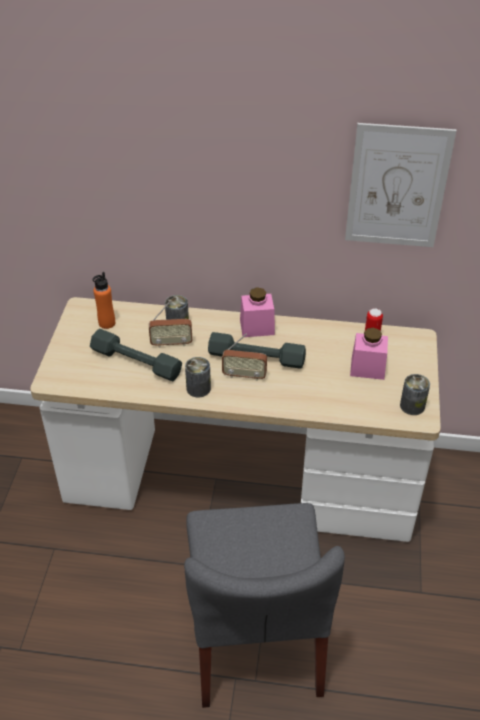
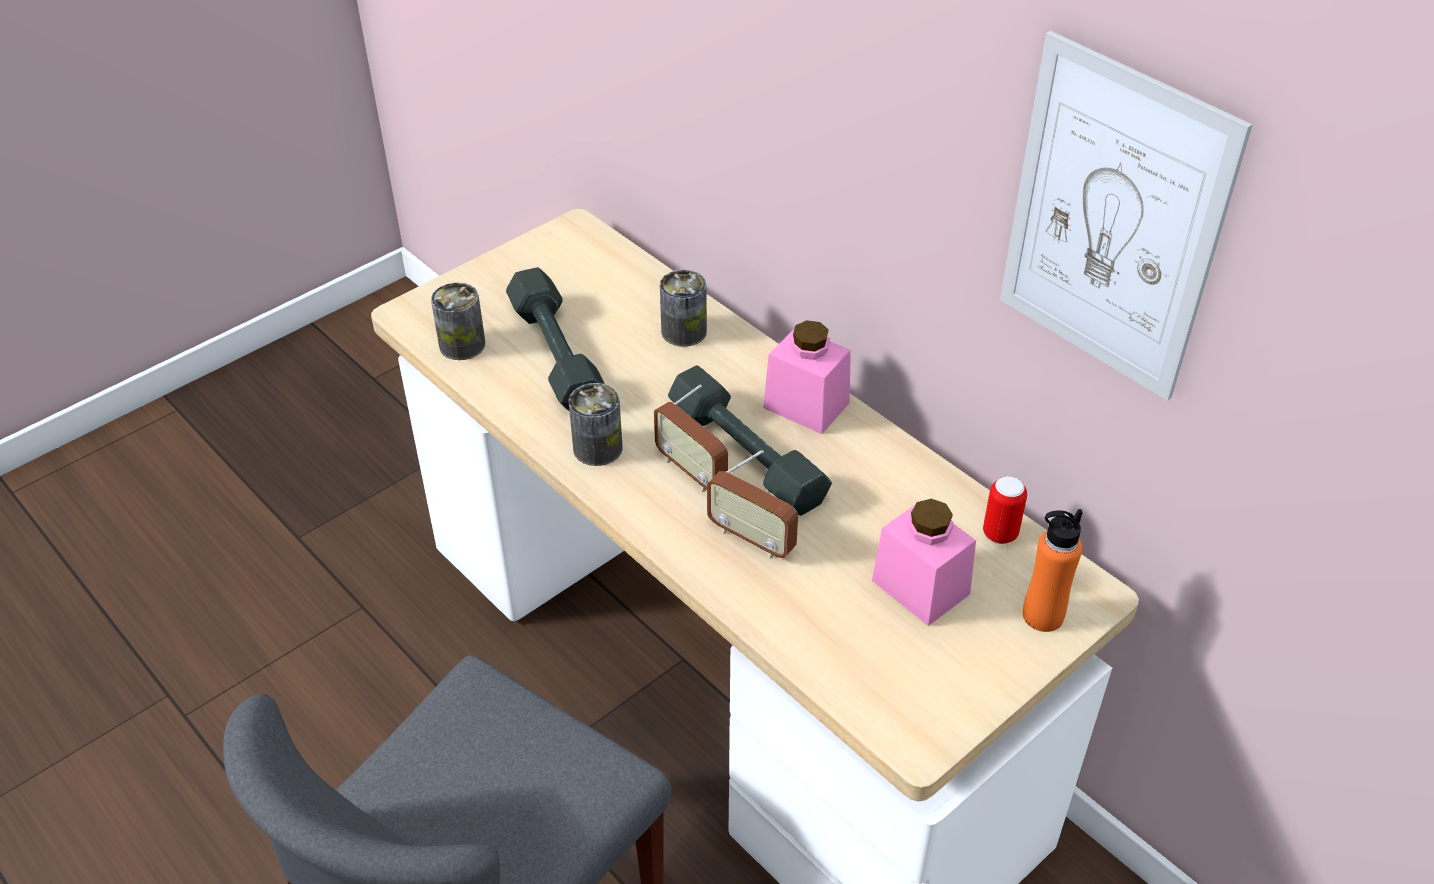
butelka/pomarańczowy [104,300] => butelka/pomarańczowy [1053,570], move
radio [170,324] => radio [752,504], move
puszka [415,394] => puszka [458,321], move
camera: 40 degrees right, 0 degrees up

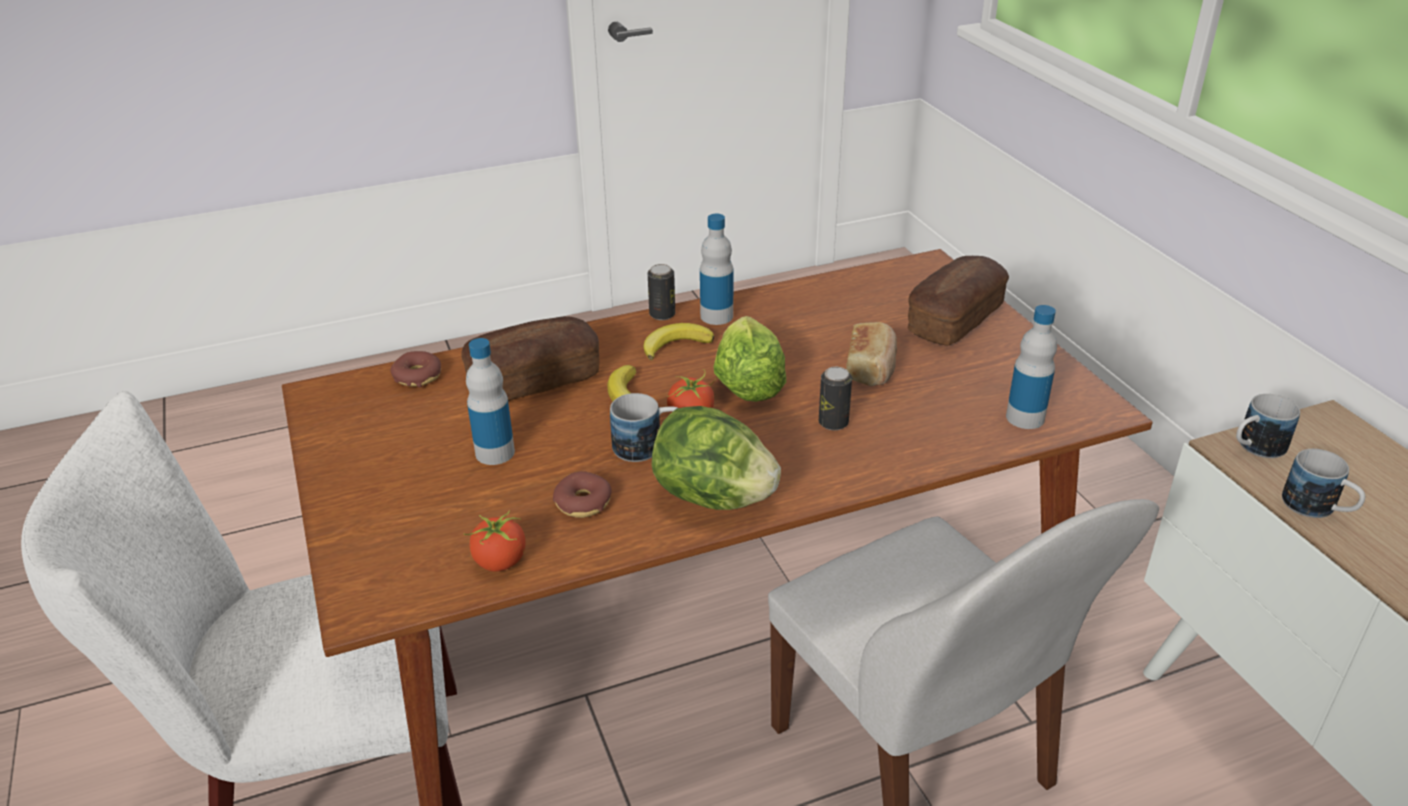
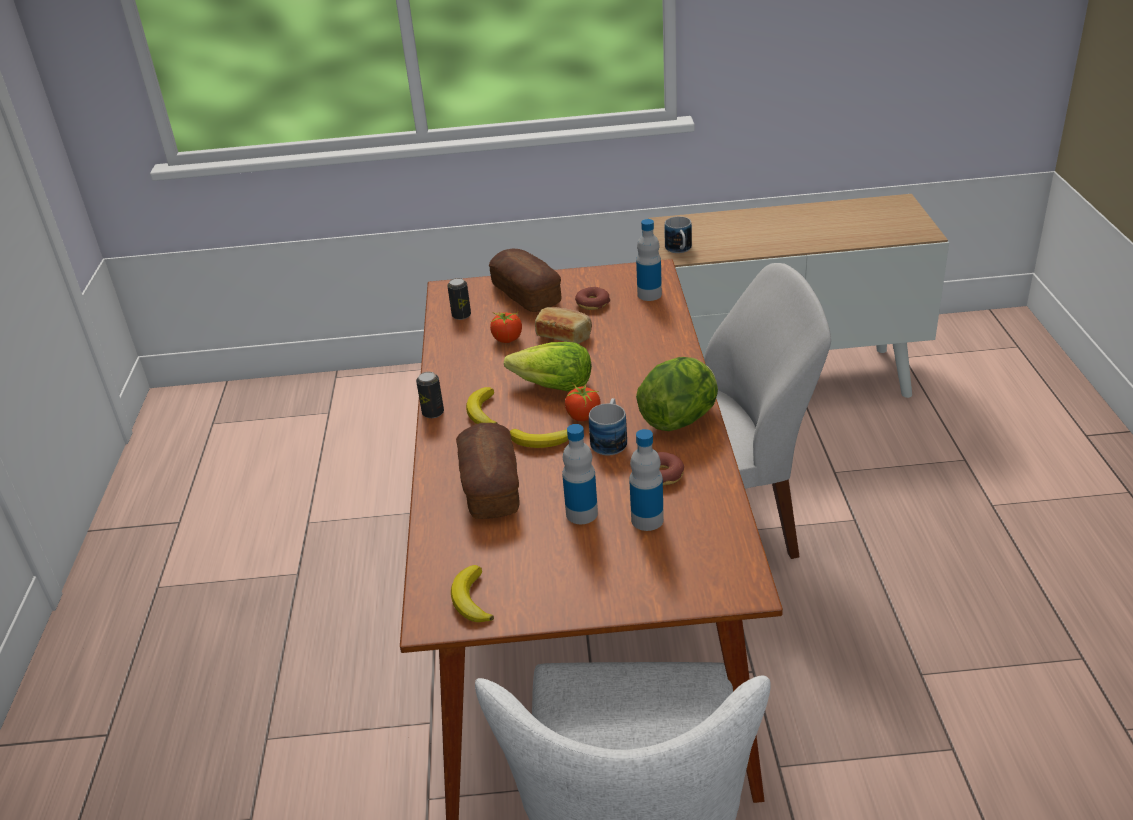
donut [416,369] => donut [592,298], move
pomidor [495,541] => pomidor [506,327], move
butelka [716,269] => butelka [646,480], move
puszka [835,398] => puszka [459,299], move
kubek [1323,483] => nothing
nothing => banan [472,593]
camera: 70 degrees left, 0 degrees up

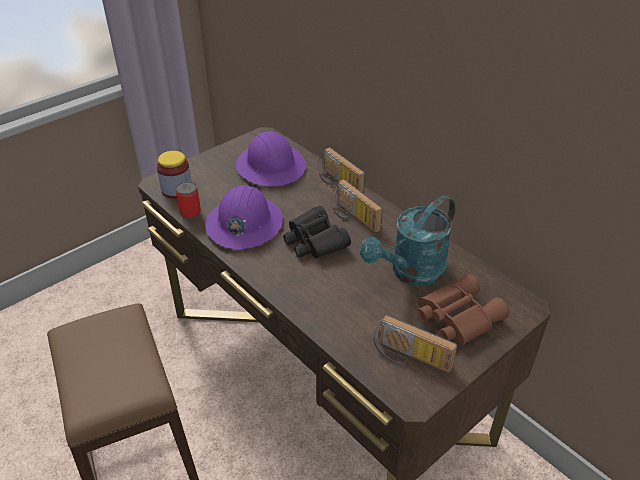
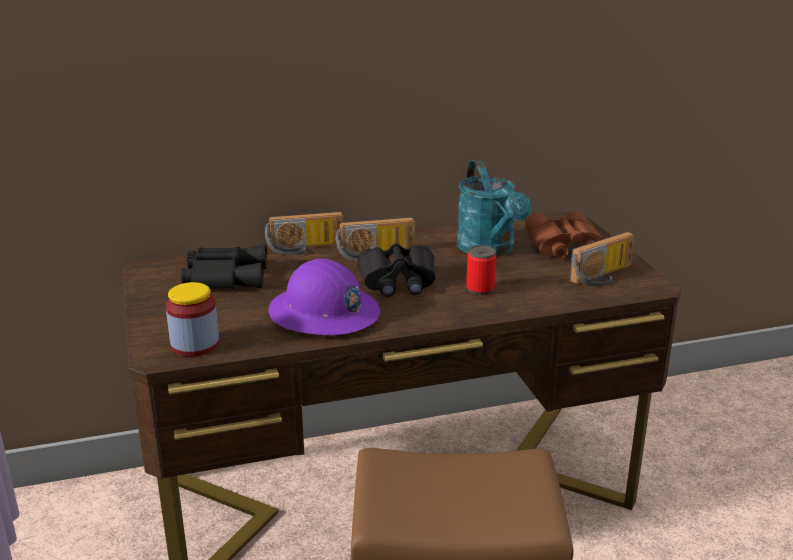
puszka [188,200] => puszka [481,270], move
kask/fioletowy [271,159] => lornetka/czarny [224,267]
camera: 65 degrees left, 15 degrees down

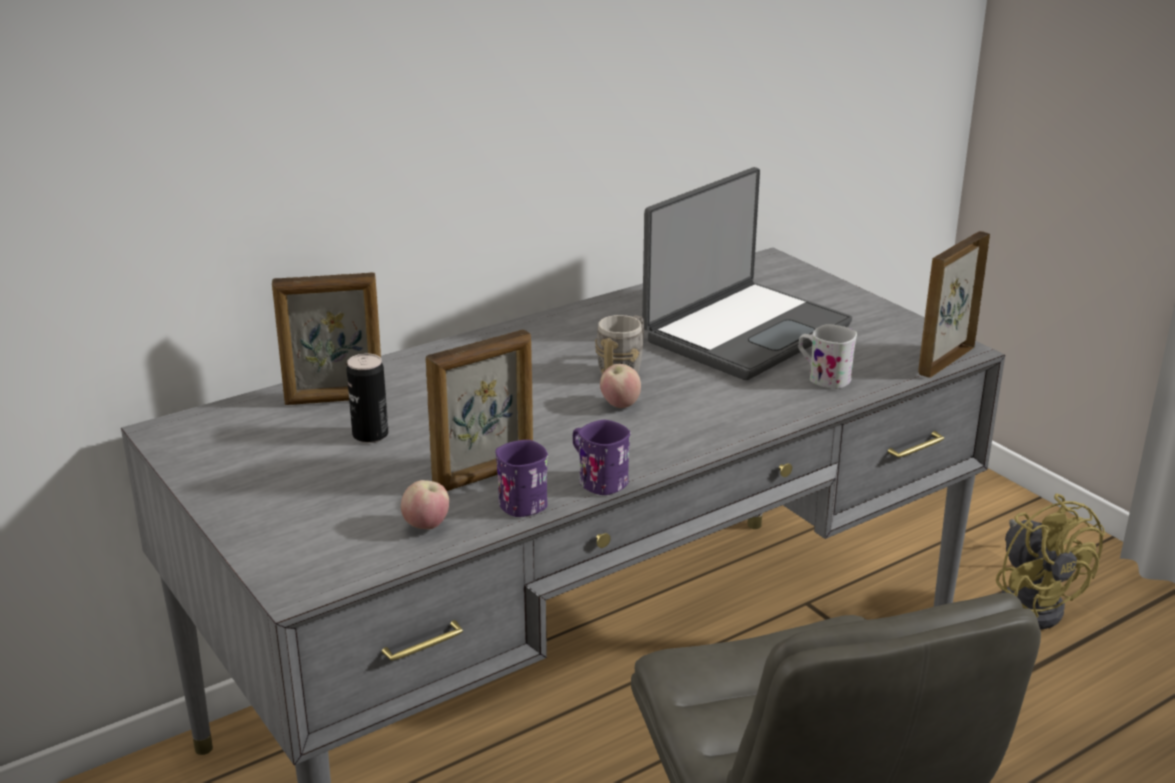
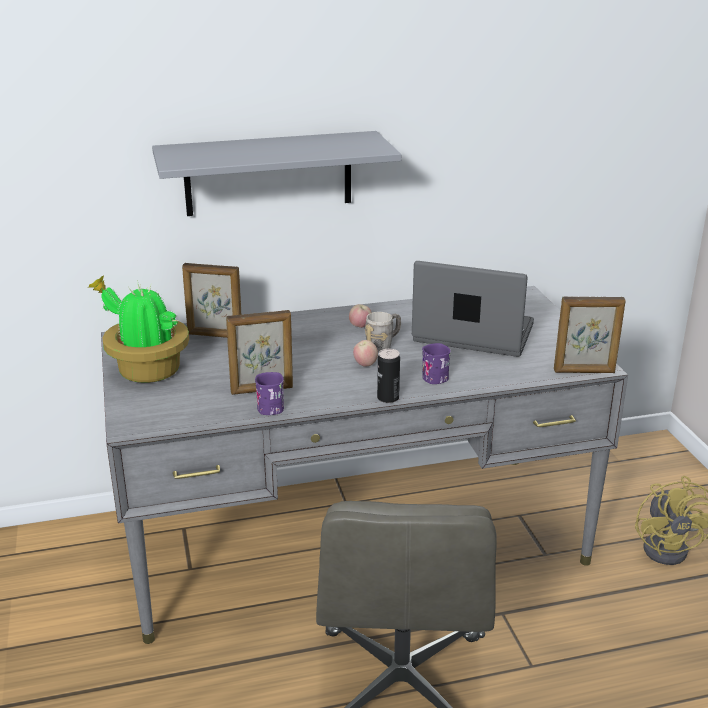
puszka [367,398] => puszka [388,376], move
jabłko [425,504] => jabłko [360,316], move
kubek/fioletowy [602,457] => kubek/fioletowy [436,363], move
laptop [747,273] => laptop [473,309], 135 degrees counterclockwise
kubek/biały [828,356] => nothing
ramka na zdjęcie [954,304] => ramka na zdjęcie [590,334], 150 degrees counterclockwise
nothing => roślina doniczkowa [138,329]
nothing => półka/szary [276,173]
camera: 20 degrees right, 0 degrees up

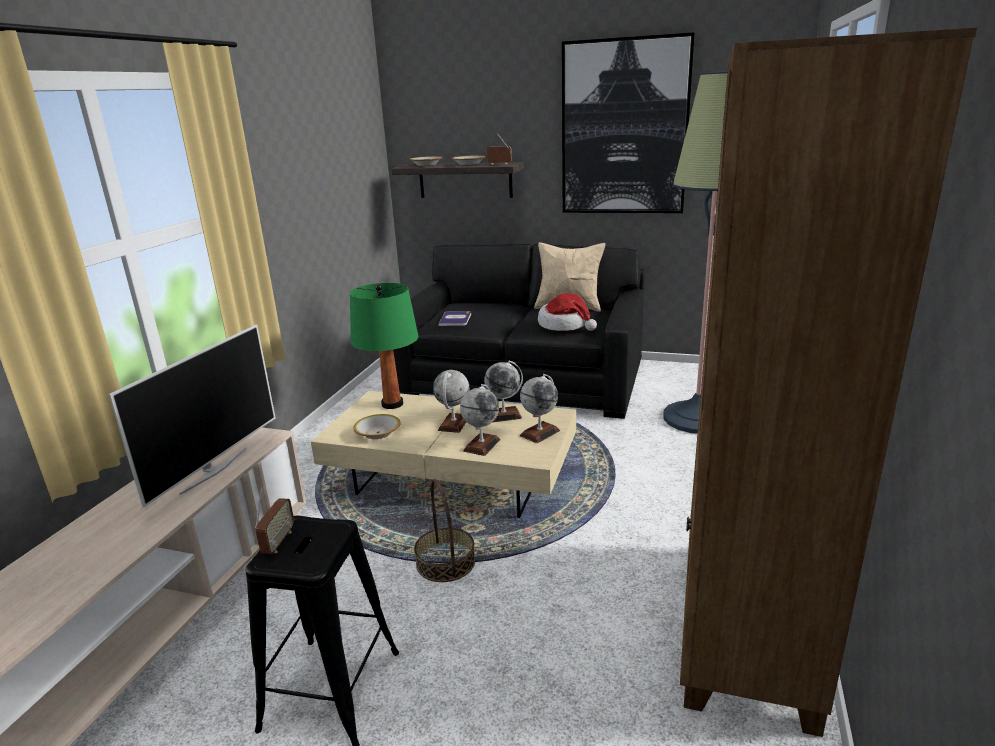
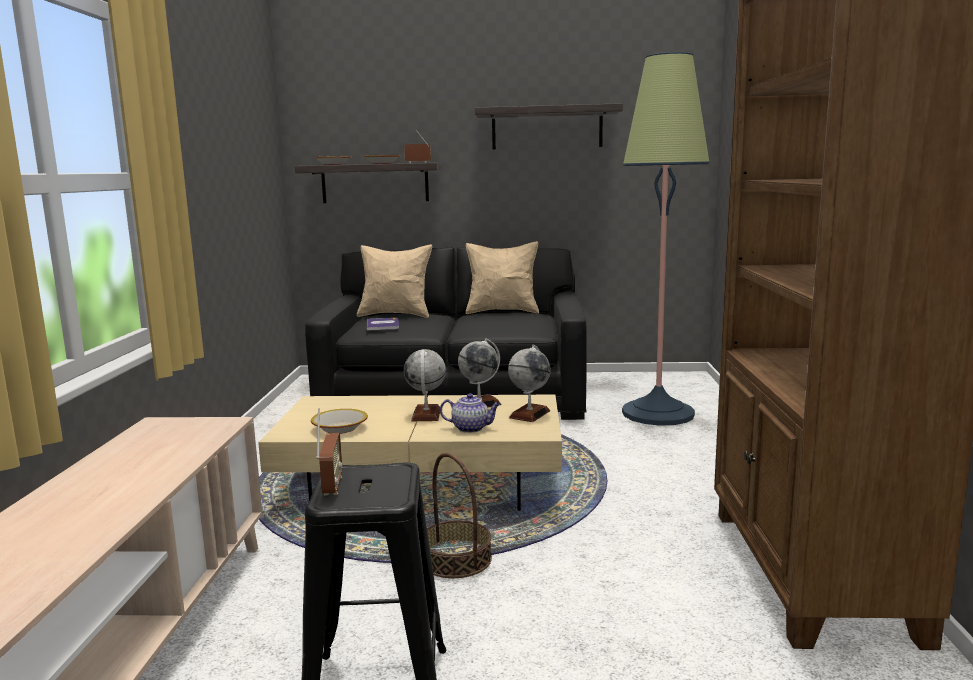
telewizor [192,416] => nothing
lampa stołowa/zielony [384,346] => nothing
globus [480,420] => imbryk [470,413]
kapelusz [567,312] => nothing
obraz [628,122] => półka [549,126]
nothing => poduszka/beżowy [394,281]
camera: 15 degrees left, 10 degrees down

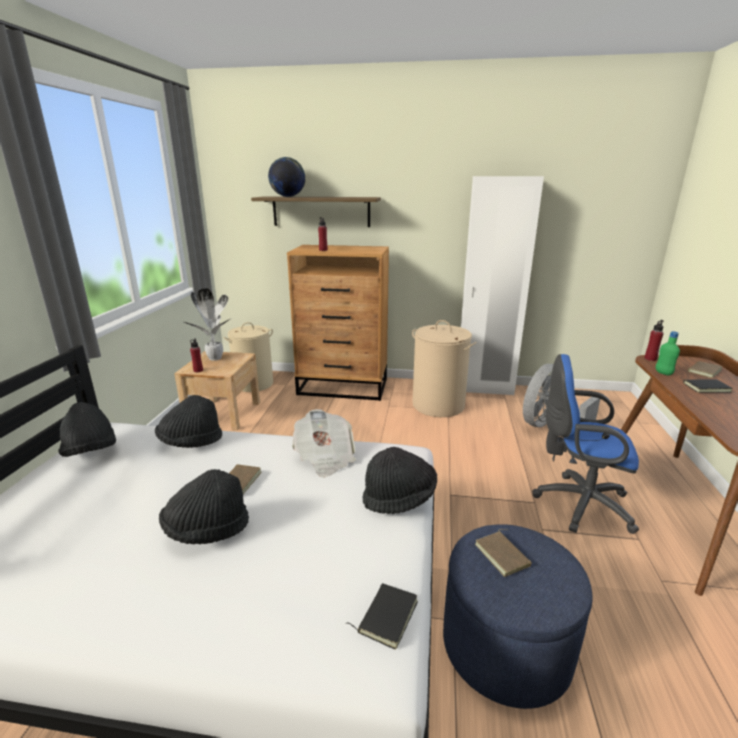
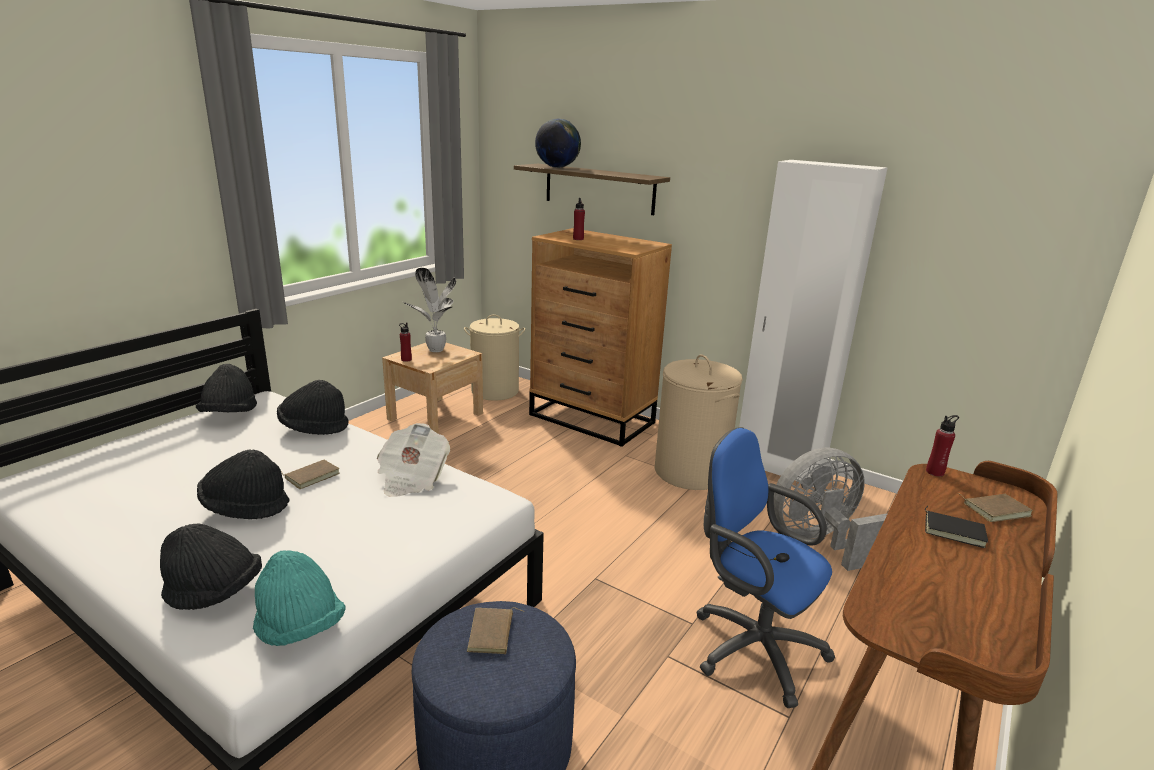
książka/czarny [382,616] => kapelusz/turkusowy [299,598]
kapelusz/czarny [399,480] => kapelusz/czarny [211,567], move
butelka/zielony [667,353] => nothing
camera: 25 degrees right, 0 degrees up

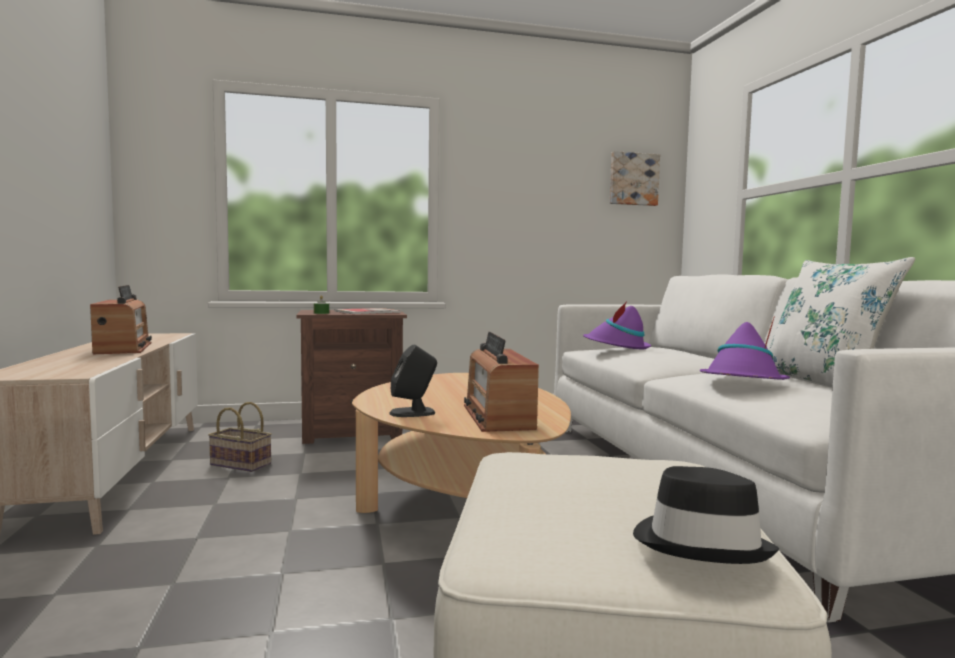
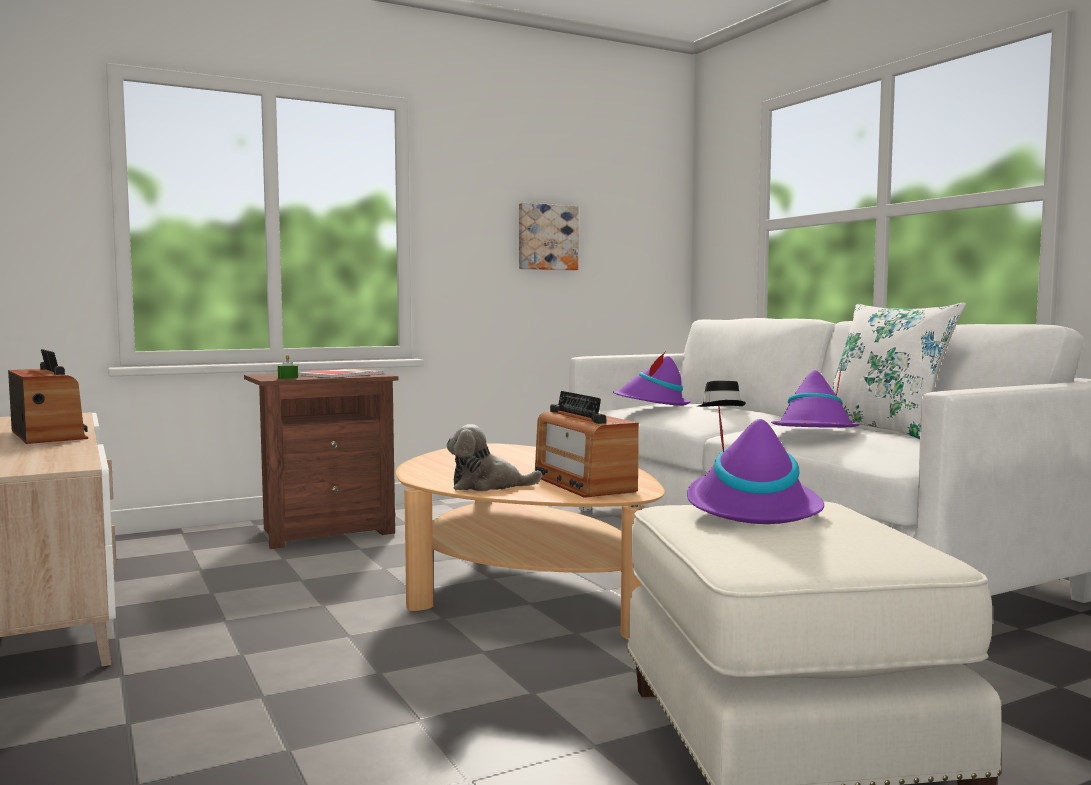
koszyk [240,437] => nothing
głośnik/czarny [413,380] => pluszak [494,457]
obraz [635,178] => obraz [549,236], move
kapelusz/czarny [706,515] => kapelusz/czarny [722,394], move
nothing => kapelusz/fioletowy [755,465]
camera: 15 degrees left, 0 degrees up

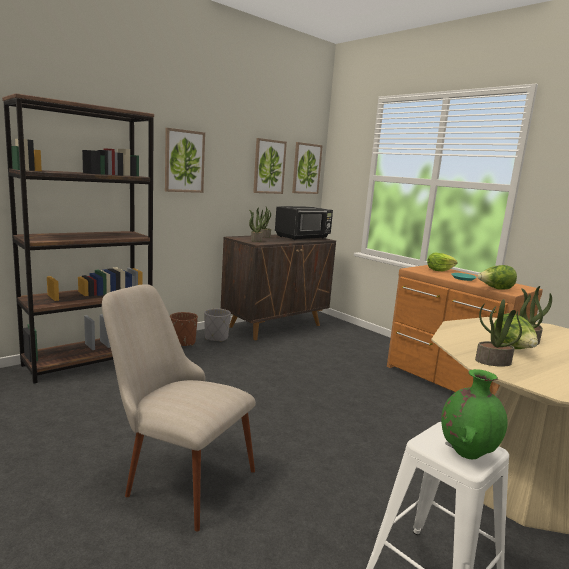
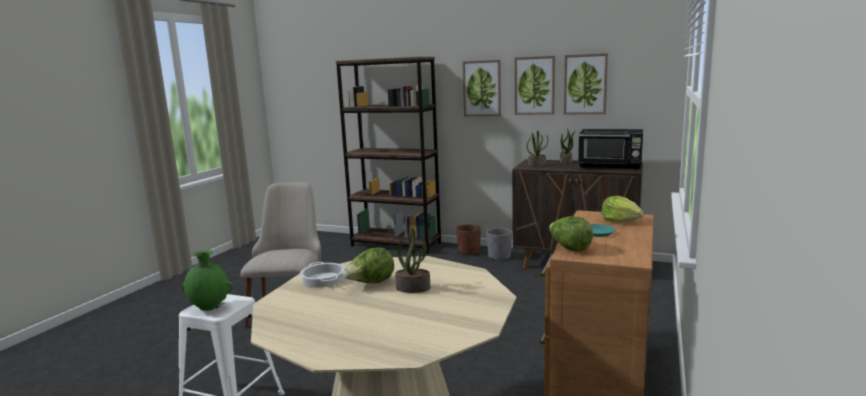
obraz [307,168] => obraz [535,85], move
roślina doniczkowa [498,333] => garnek [322,274]
camera: 65 degrees right, 0 degrees up

